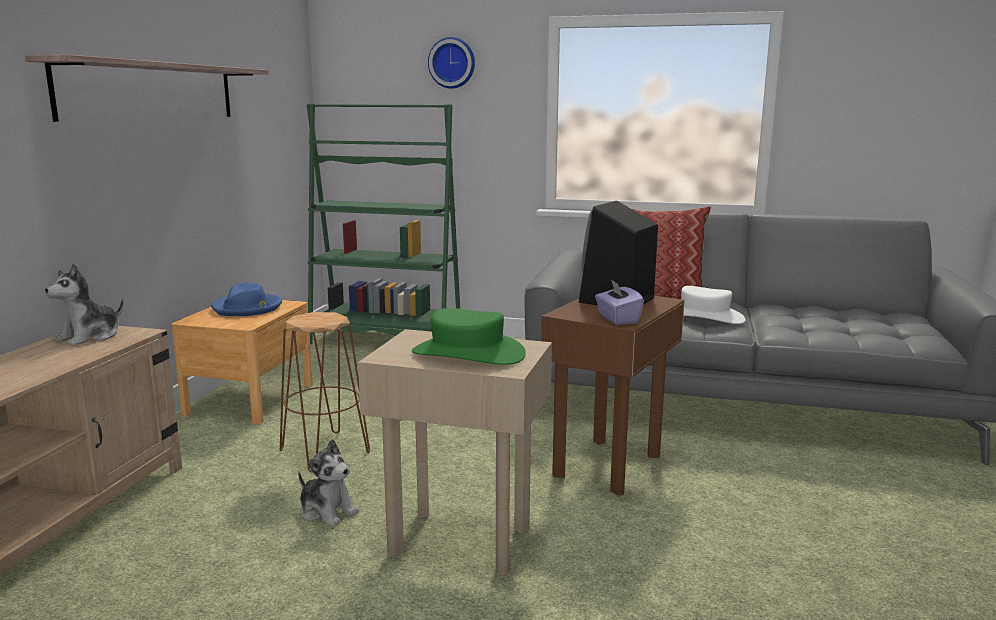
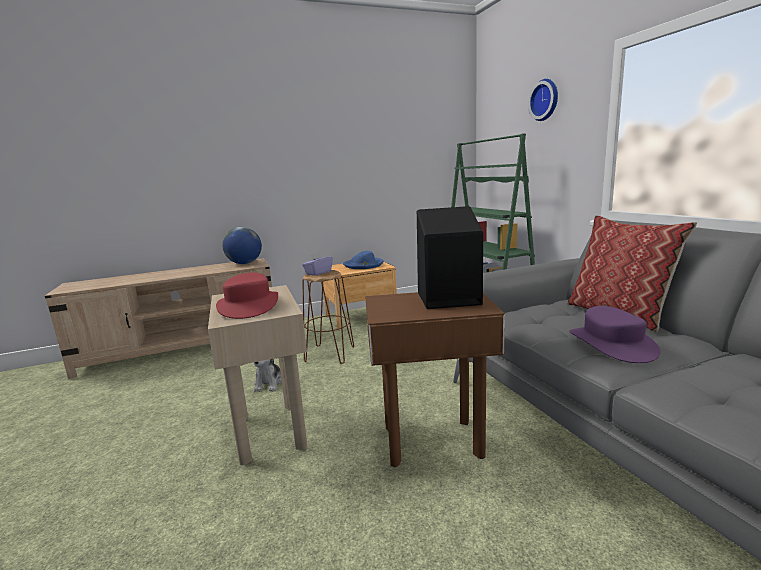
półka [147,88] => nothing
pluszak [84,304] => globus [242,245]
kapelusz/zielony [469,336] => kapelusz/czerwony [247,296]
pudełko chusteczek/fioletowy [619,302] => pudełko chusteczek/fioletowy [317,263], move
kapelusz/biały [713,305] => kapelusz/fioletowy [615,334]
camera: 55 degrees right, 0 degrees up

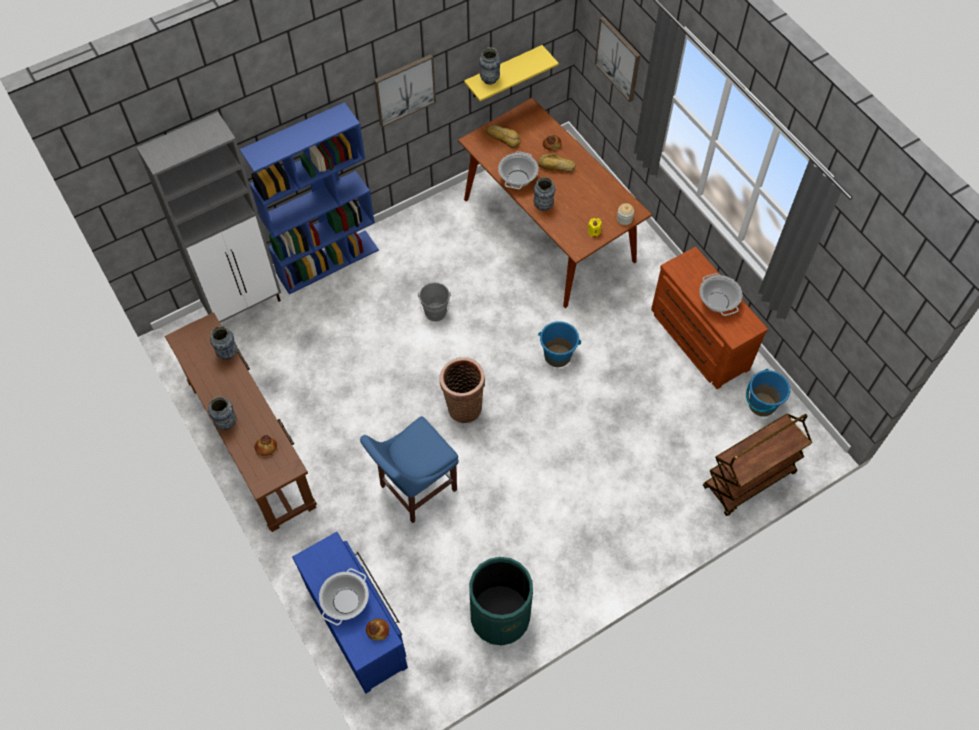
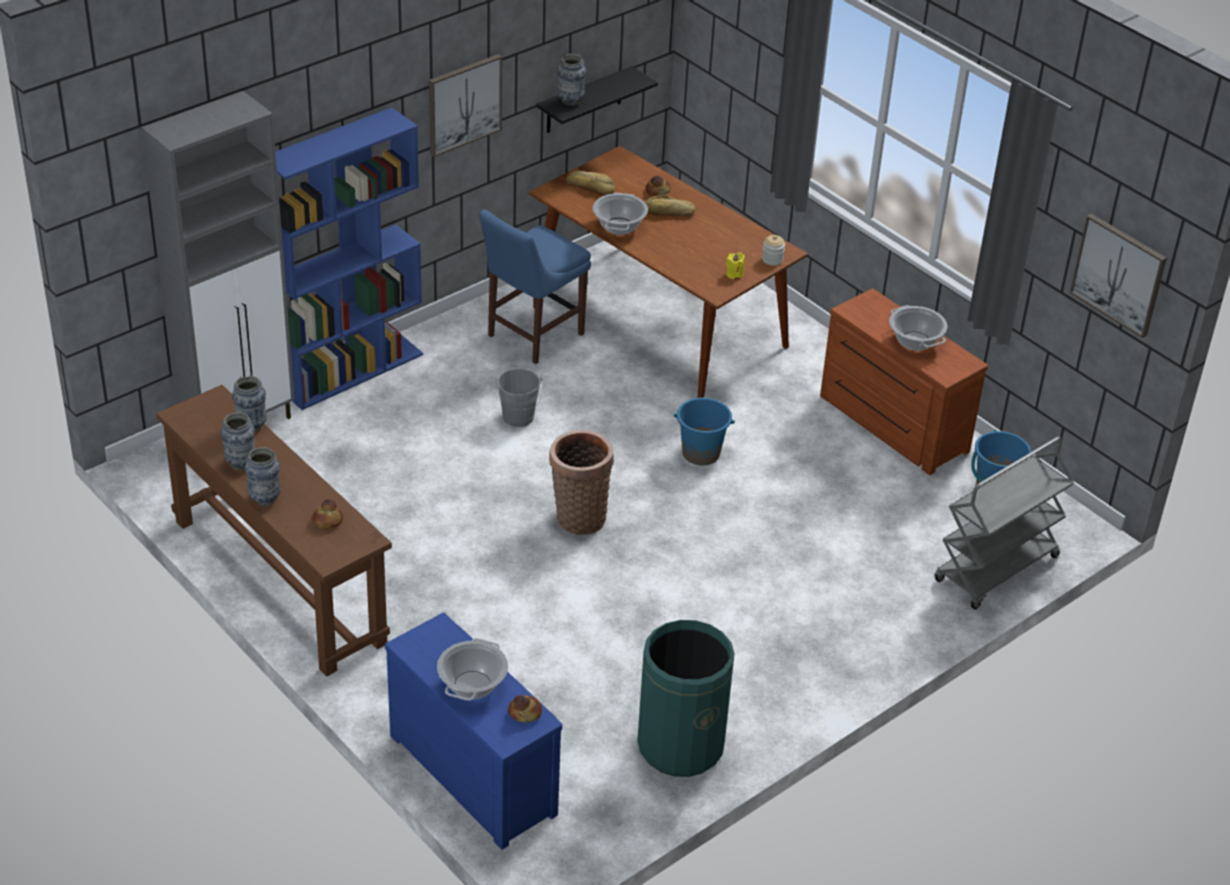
krzesło/niebieski [409,469] => krzesło/niebieski [535,286], move
półka/żółty [511,73] => półka/czarny [597,99]
wazon [544,194] => wazon [237,441], move
obraz [617,59] => obraz [1118,276], move
wózek/brązowy [757,465] => wózek/szary [1004,523]
camera: 10 degrees left, 20 degrees down

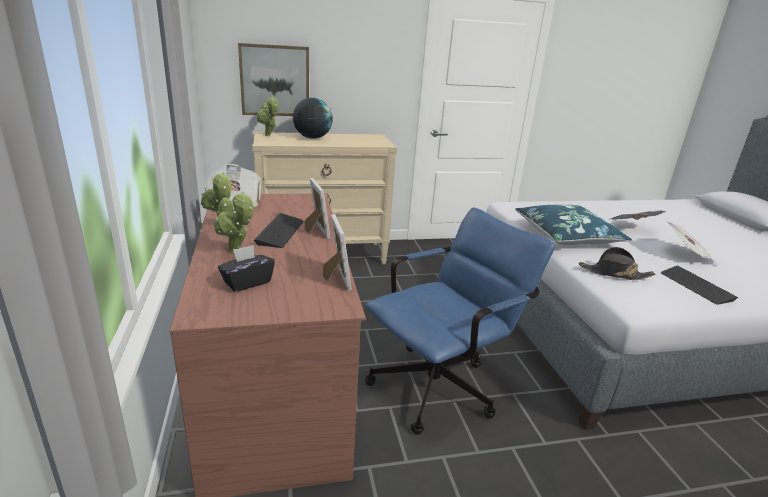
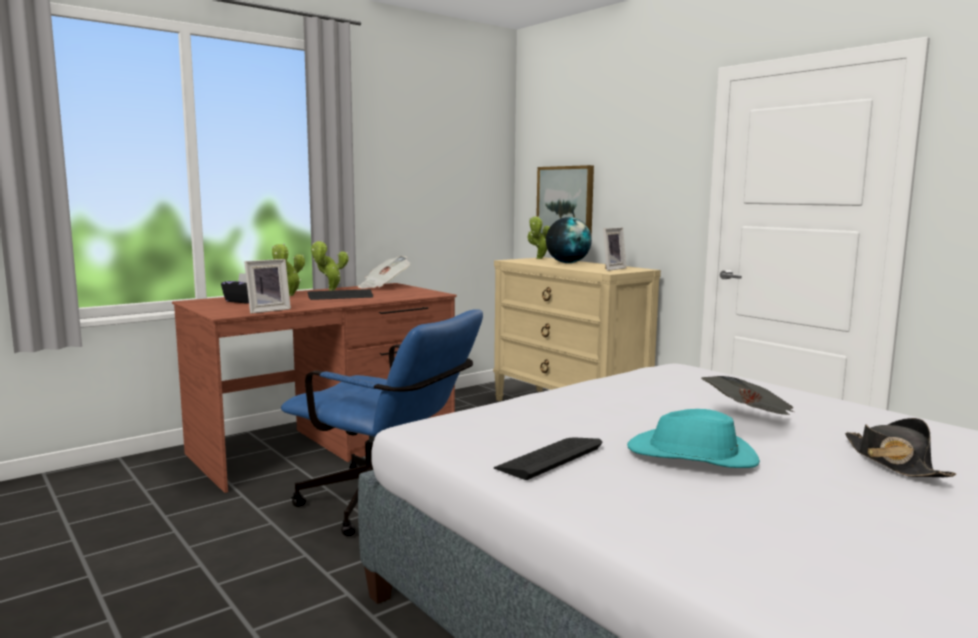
ramka na zdjęcie [318,208] => ramka na zdjęcie [615,249], move
poduszka/niebieski [573,225] => nothing
kapelusz/czarny [617,263] => kapelusz/czarny [900,447], move
gazeta [692,242] => kapelusz/turkusowy [693,438]
camera: 65 degrees right, 15 degrees down

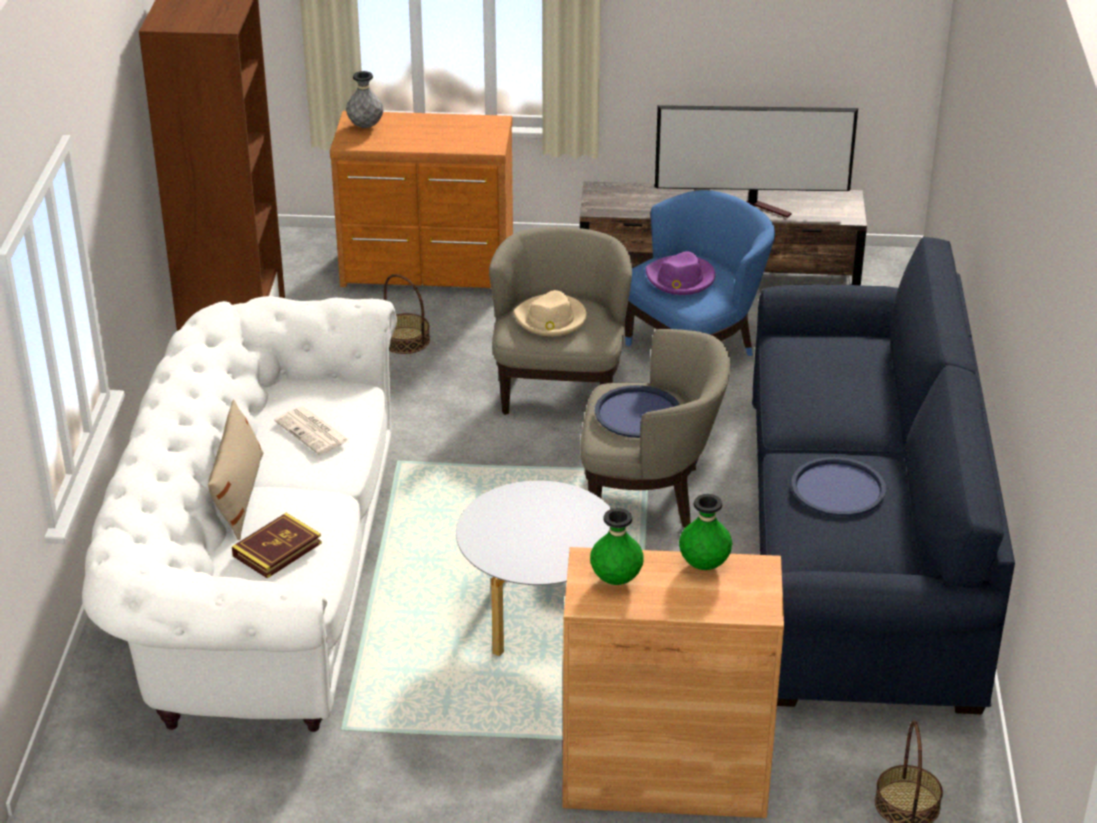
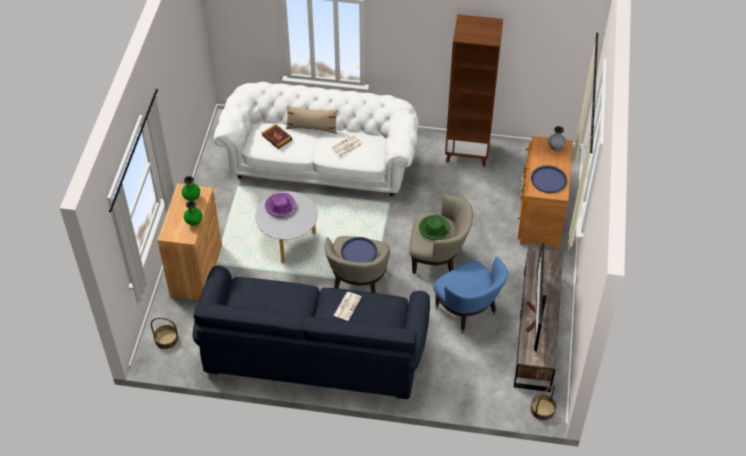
koszyk [407,314] => koszyk [543,403], move
kapelusz/beżowy [550,313] => kapelusz/zielony [434,227]
kapelusz/fioletowy [680,273] => kapelusz/fioletowy [280,205], move
taca/niebieski [839,486] => taca/niebieski [549,179], move
nothing => gazeta [348,306]
camera: 95 degrees right, 15 degrees up

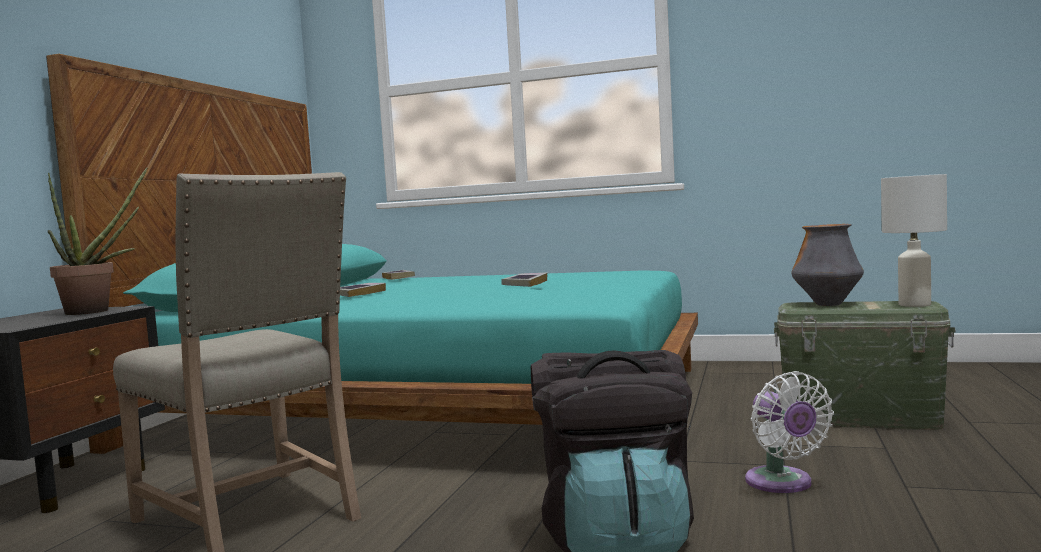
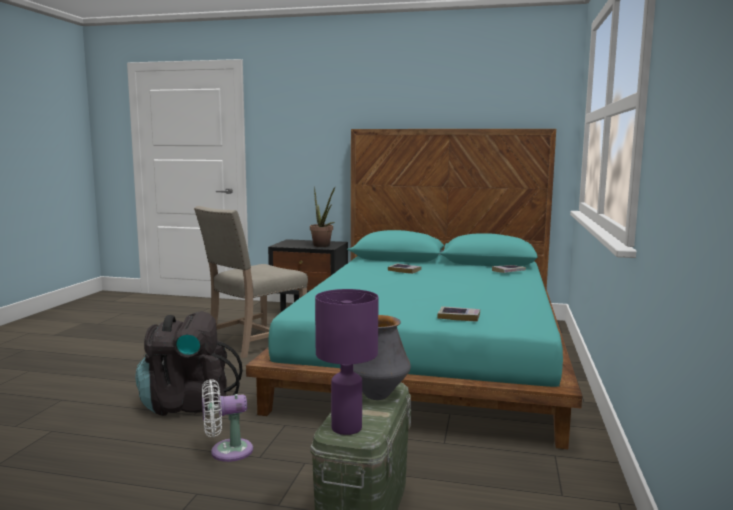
książka [524,280] => książka [459,314], move
lampa stołowa/biały [914,240] => lampa stołowa/fioletowy [347,362]
camera: 85 degrees right, 5 degrees up

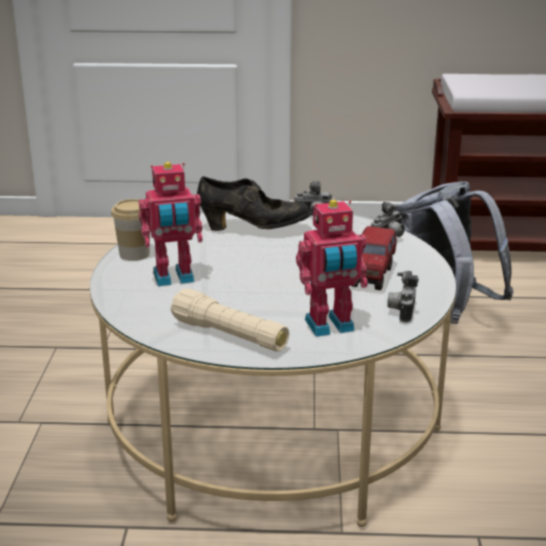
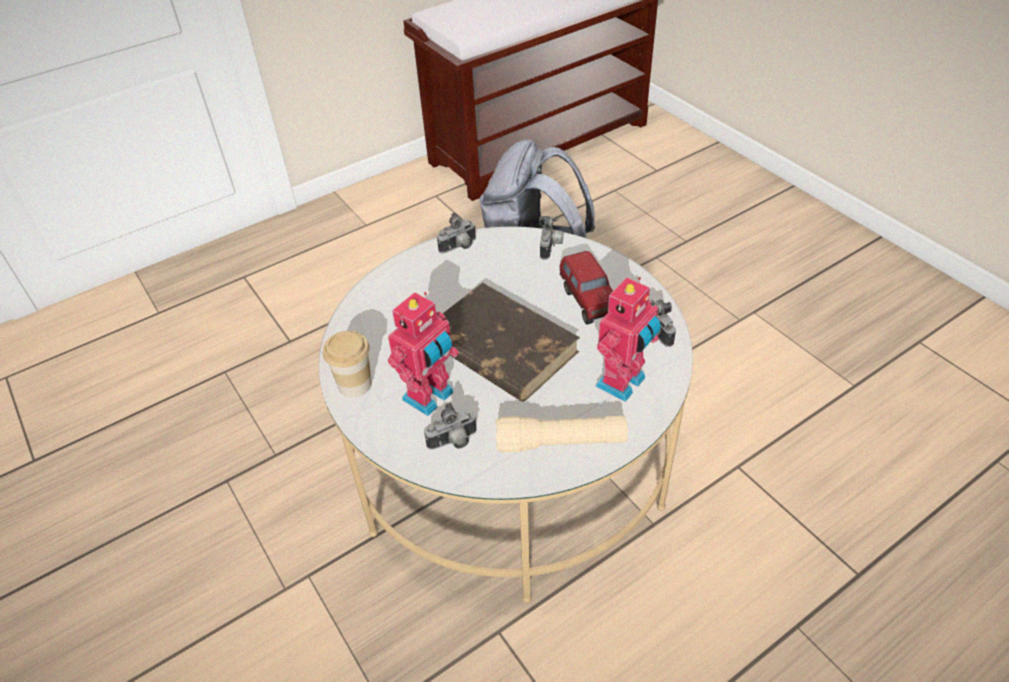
but/czarny [253,203] => nothing
nothing => aparat fotograficzny [450,426]
nothing => książka/brązowy [511,342]
camera: 35 degrees left, 20 degrees up

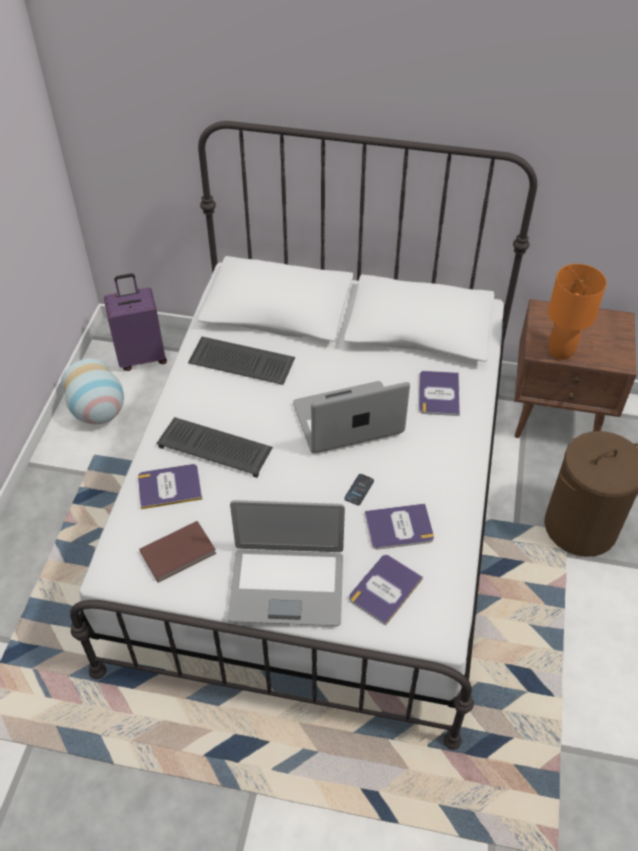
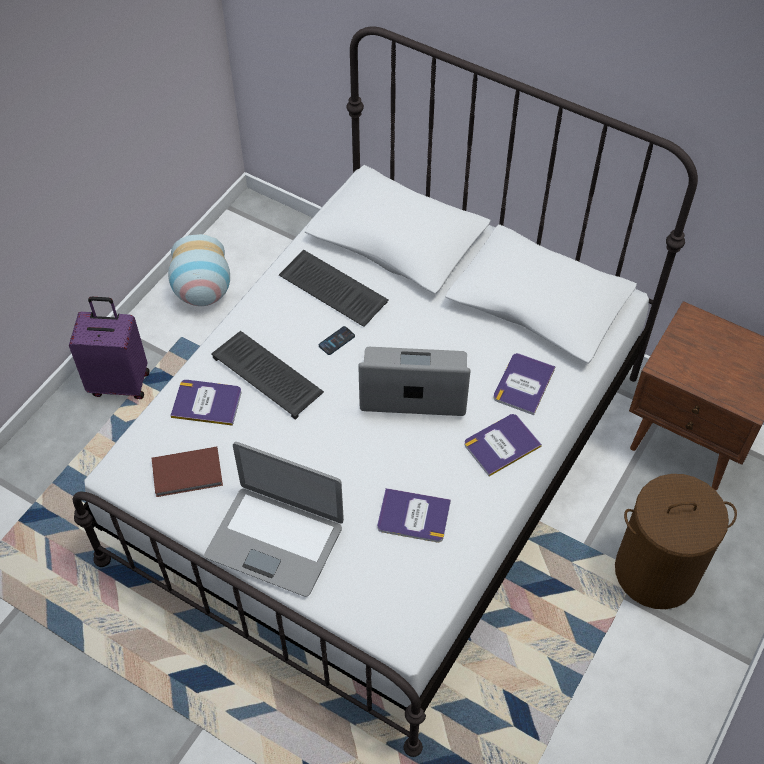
walizka/fioletowy [135,322] => walizka/fioletowy [109,348], move
telefon [359,489] => telefon [337,340], move
książka [386,590] => książka [503,445], move
lampa stołowa/pomarańczowy [577,312] => nothing
camera: 20 degrees right, 5 degrees up

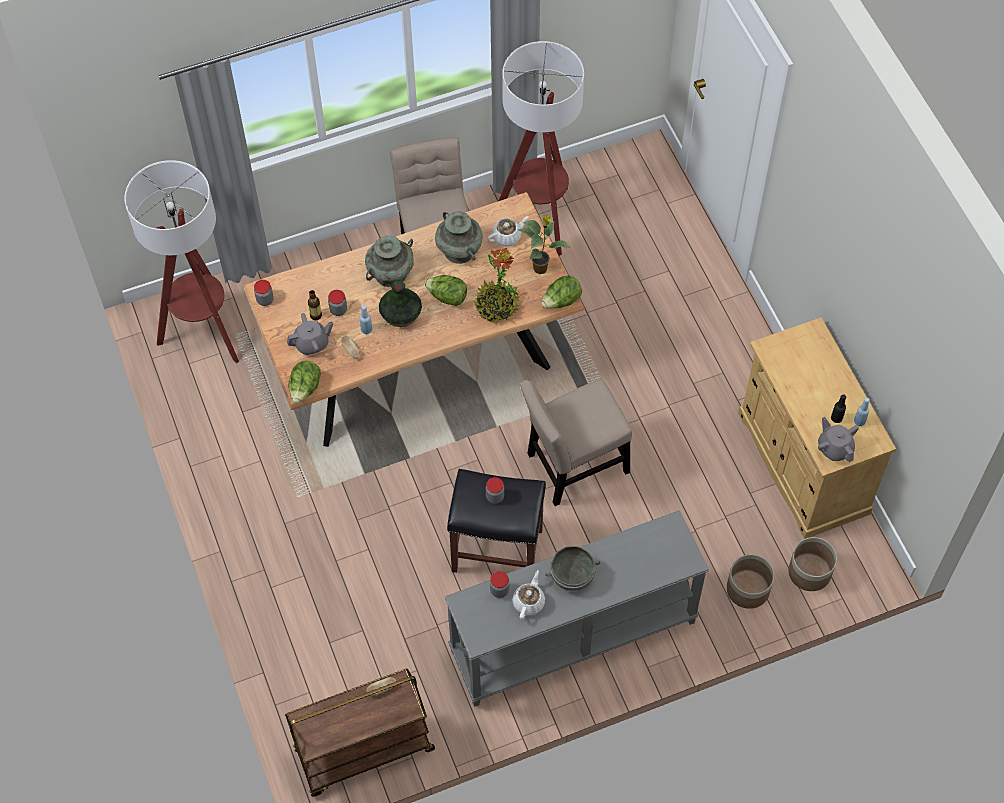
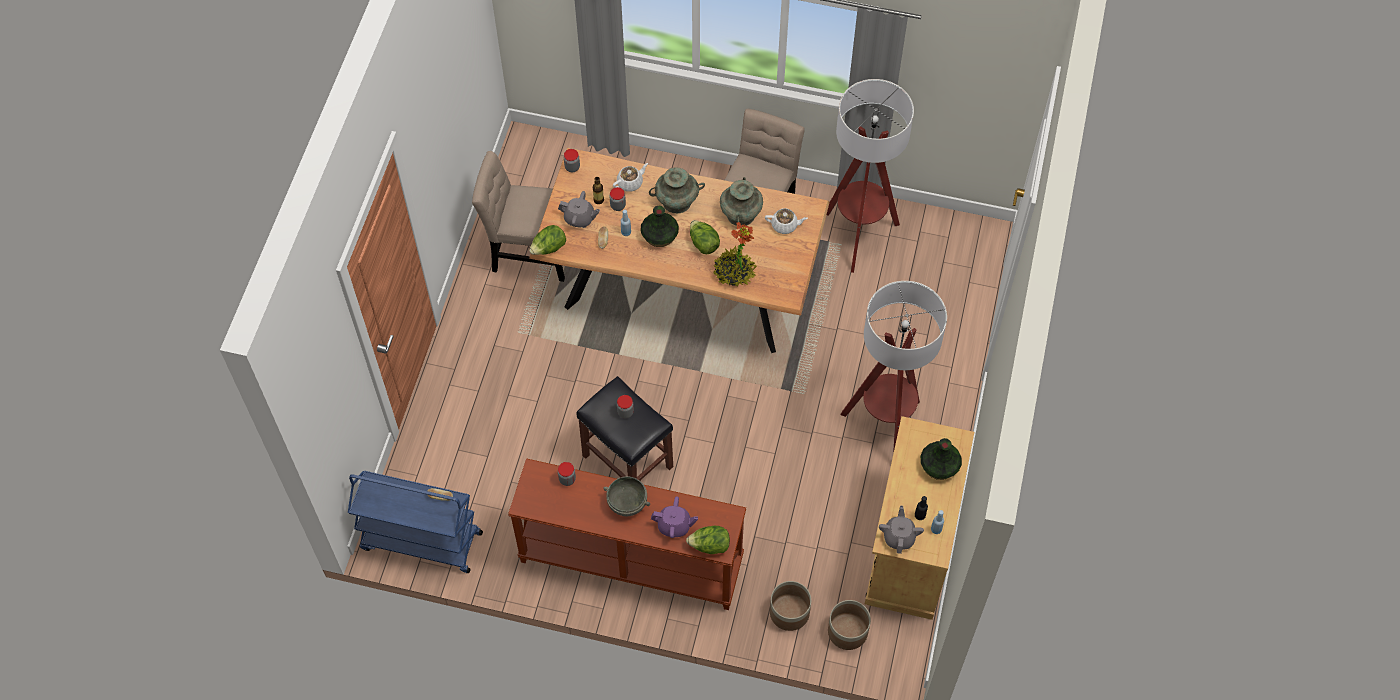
lampa stojąca [181,261] => lampa stojąca [893,367], move
wózek/brązowy [360,733] => wózek/niebieski [415,522]
stolik konsolowy/szary [577,608] => stolik konsolowy/brązowy [627,534]
imbryk/biały [528,594] => imbryk/biały [630,177], move
roślina doniczkowa [544,244] => nothing
krzesło/beżowy [576,443] => krzesło/beżowy [518,216], move
sałata [561,291] => sałata [708,540], move
nothing => imbryk/fioletowy [674,517]
nothing => wazon [941,459]
camera: 35 degrees right, 0 degrees up

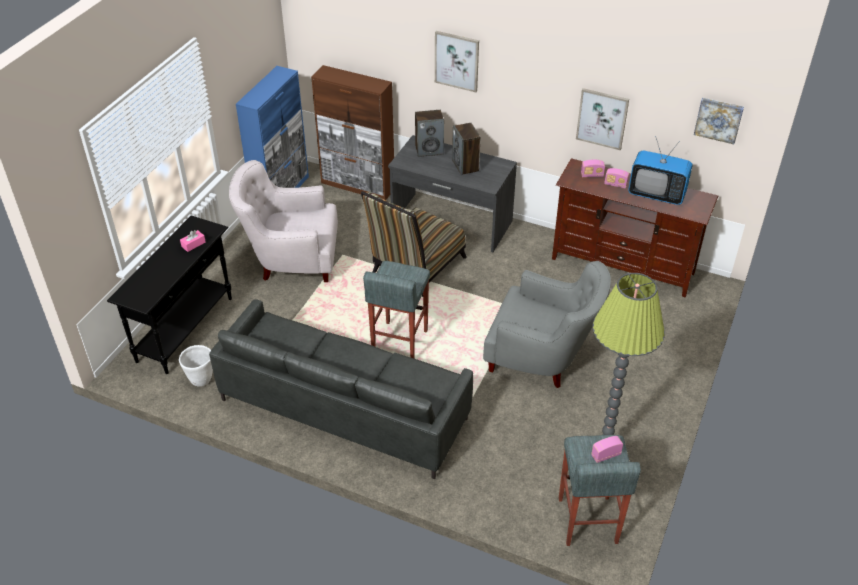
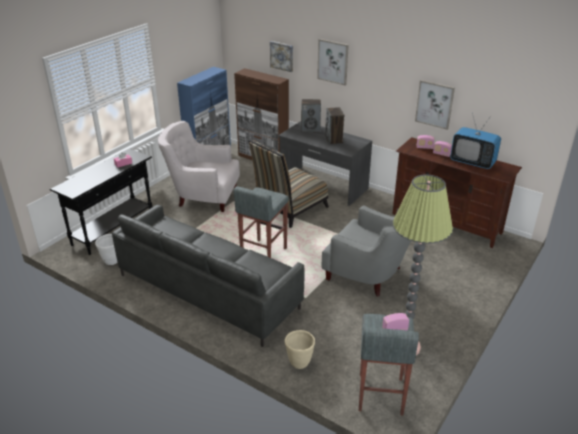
obraz [719,120] => obraz [281,56], move
nothing => donica/beżowy [300,349]
camera: 10 degrees right, 10 degrees down

